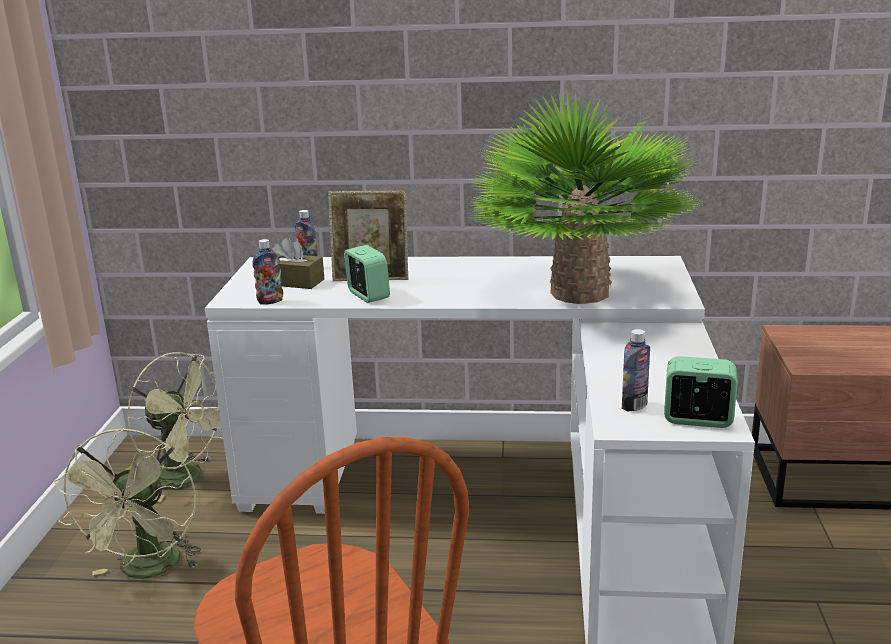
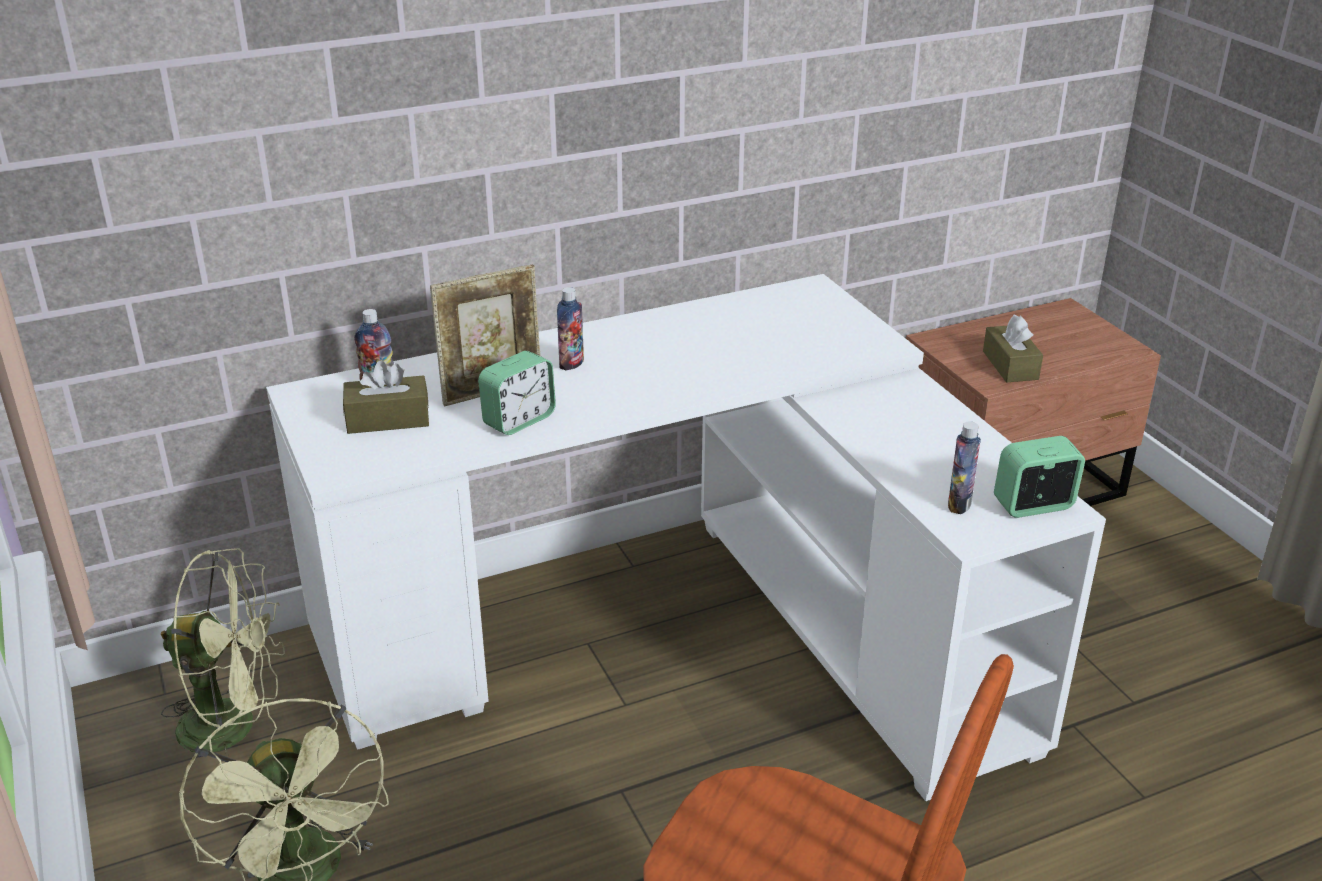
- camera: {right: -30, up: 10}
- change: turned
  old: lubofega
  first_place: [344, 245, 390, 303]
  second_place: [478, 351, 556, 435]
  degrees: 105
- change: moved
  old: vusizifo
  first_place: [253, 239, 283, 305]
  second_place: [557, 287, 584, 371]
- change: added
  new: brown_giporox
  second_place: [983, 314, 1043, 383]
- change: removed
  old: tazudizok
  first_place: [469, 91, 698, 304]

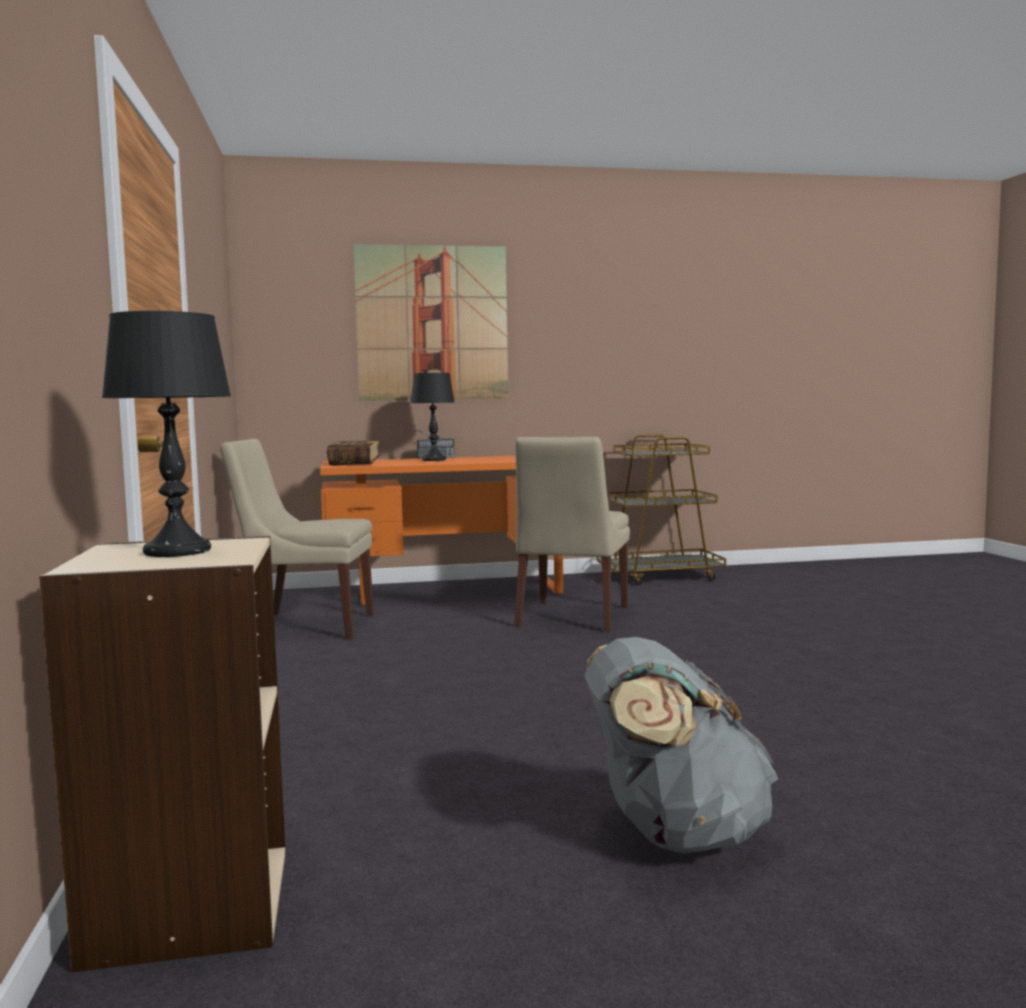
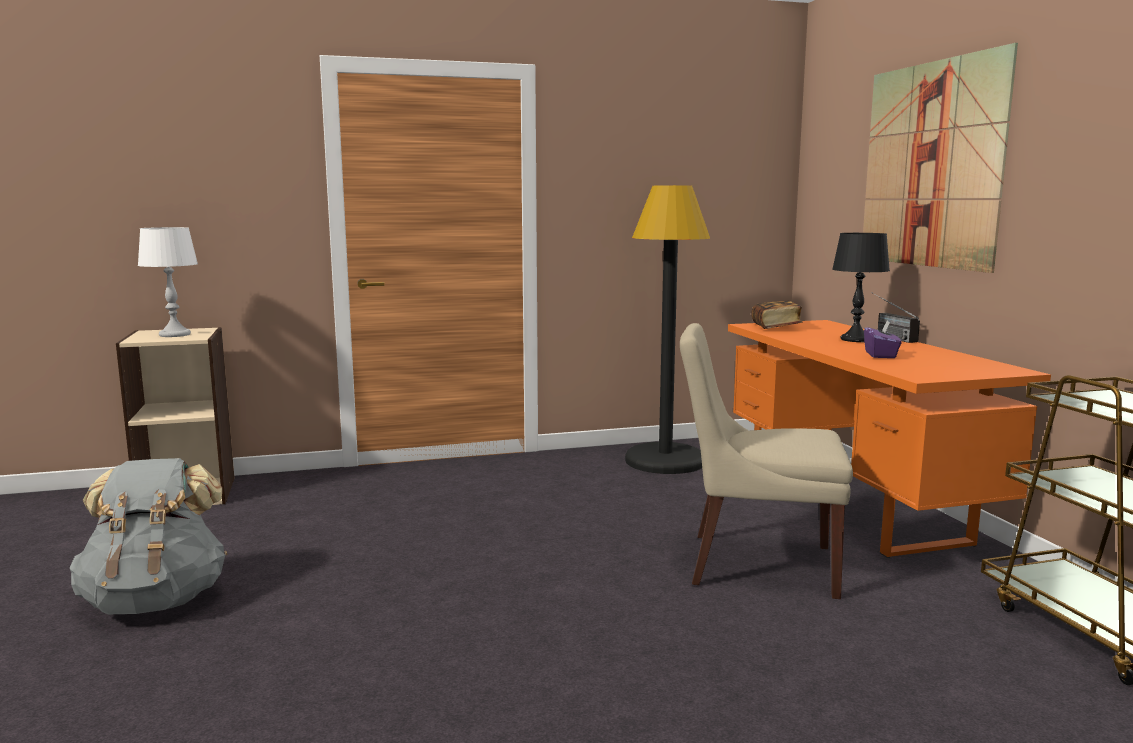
- camera: {right: 85, up: 5}
- change: recoloured
  old: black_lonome
  new: white_lonome
  first_place: [102, 311, 231, 557]
  second_place: [138, 227, 198, 337]
- change: replaced
  old: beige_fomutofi
  new: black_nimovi
  first_place: [220, 439, 374, 639]
  second_place: [625, 185, 710, 474]
- change: added
  new: purple_giporox
  second_place: [864, 321, 902, 358]

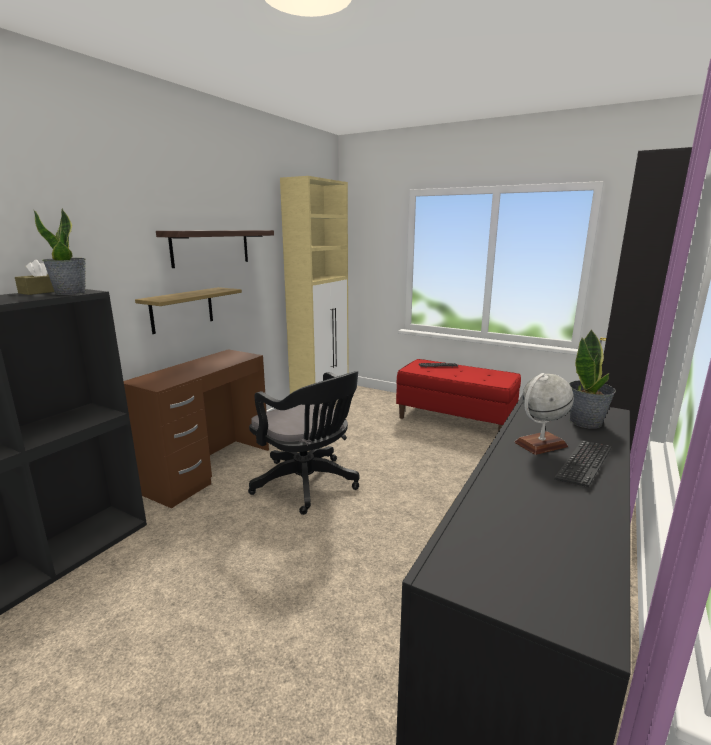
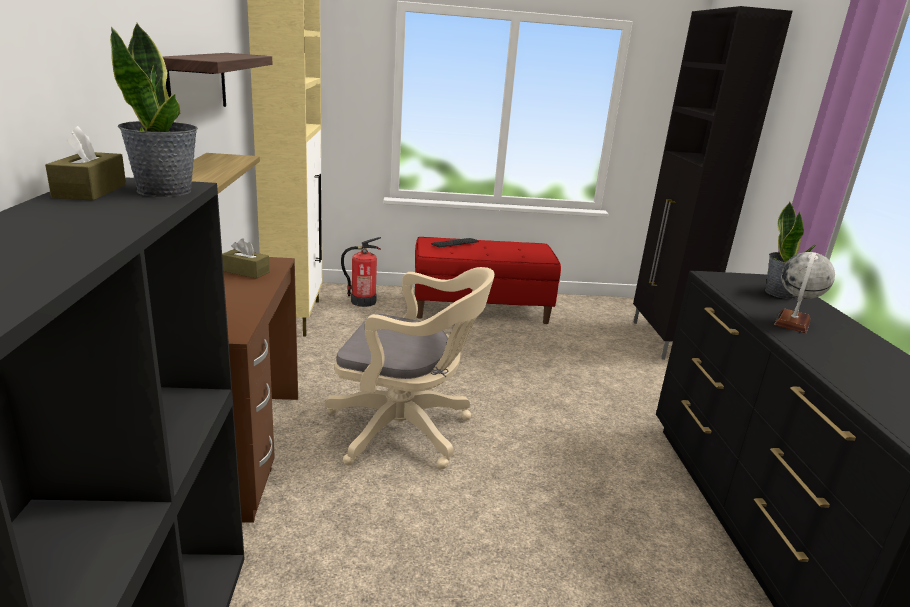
- camera: {right: -35, up: 5}
- change: added
  new: brown_giporox
  second_place: [222, 238, 270, 279]
- change: recoloured
  old: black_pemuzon
  new: beige_pemuzon
  first_place: [248, 371, 359, 515]
  second_place: [325, 267, 495, 469]
- change: added
  new: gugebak
  second_place: [341, 237, 381, 307]
- change: removed
  old: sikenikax
  first_place: [554, 441, 612, 487]

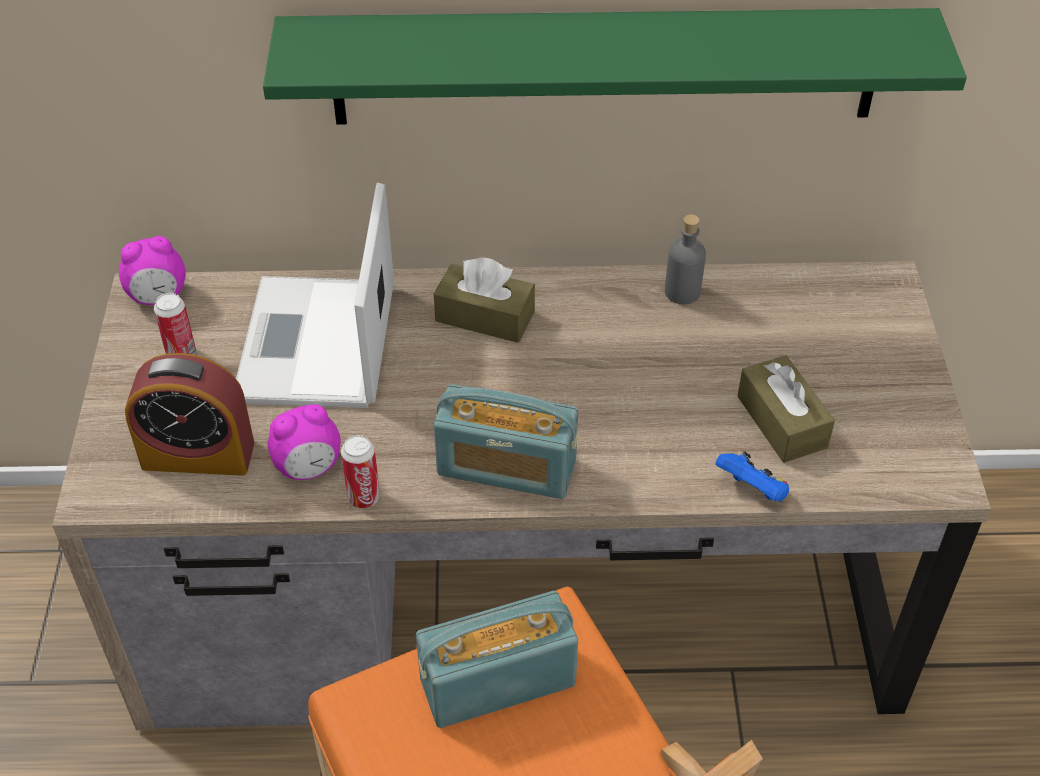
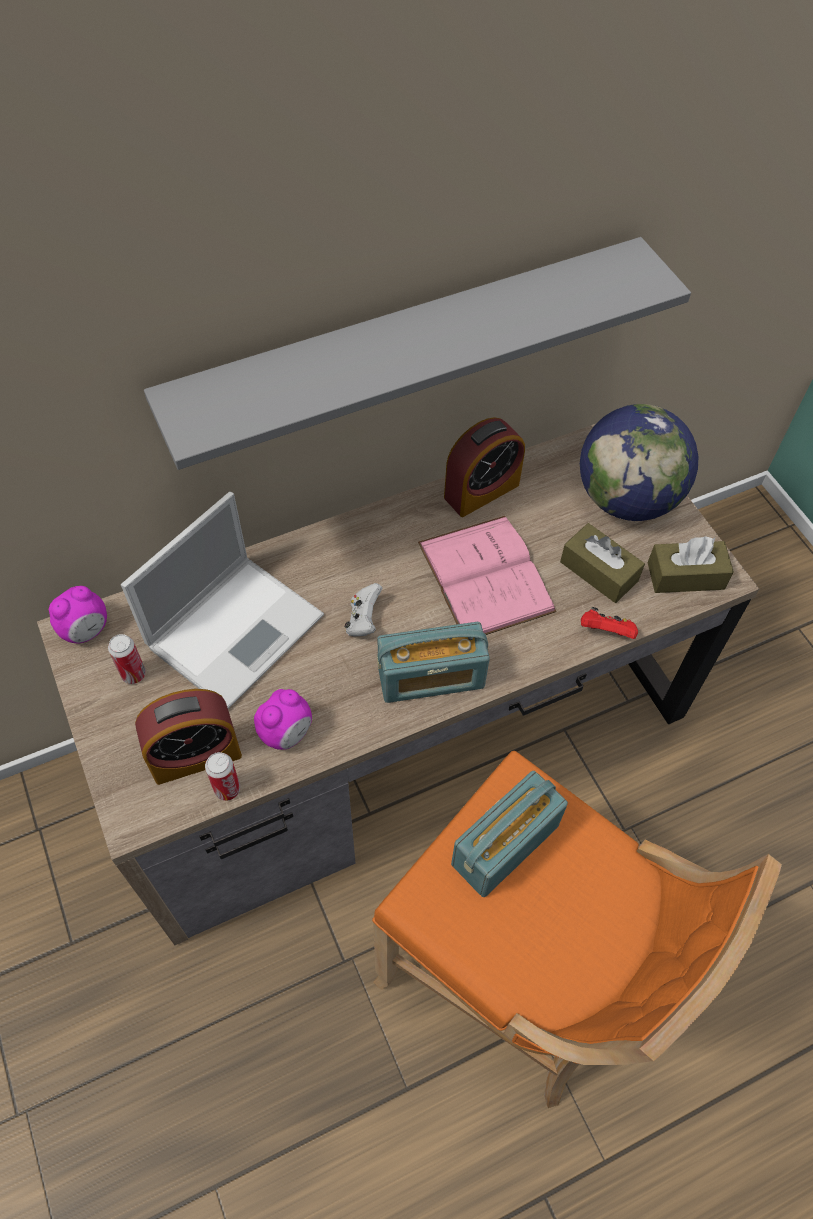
- camera: {right: -25, up: 10}
- change: turned
  old: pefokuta
  first_place: [236, 183, 394, 408]
  second_place: [121, 492, 324, 709]
  degrees: -120
- change: recoloured
  old: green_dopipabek
  new: grey_dopipabek
  first_place: [263, 8, 967, 125]
  second_place: [144, 237, 691, 470]
- change: moved
  old: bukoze
  first_place: [341, 435, 380, 508]
  second_place: [205, 752, 240, 801]
- change: added
  new: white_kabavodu
  second_place: [345, 583, 383, 636]
- change: added
  new: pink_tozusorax
  second_place: [418, 516, 557, 635]
- change: replaced
  old: grey_vusizifo
  new: lubofega
  first_place: [665, 214, 706, 305]
  second_place: [444, 417, 525, 517]
- change: added
  new: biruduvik
  second_place: [580, 404, 698, 521]
- change: recoloured
  old: blue_kabavodu
  new: red_kabavodu
  first_place: [715, 451, 789, 502]
  second_place: [581, 607, 638, 639]
- change: moved
  old: brown_giporox
  first_place: [434, 257, 535, 343]
  second_place: [648, 536, 734, 593]

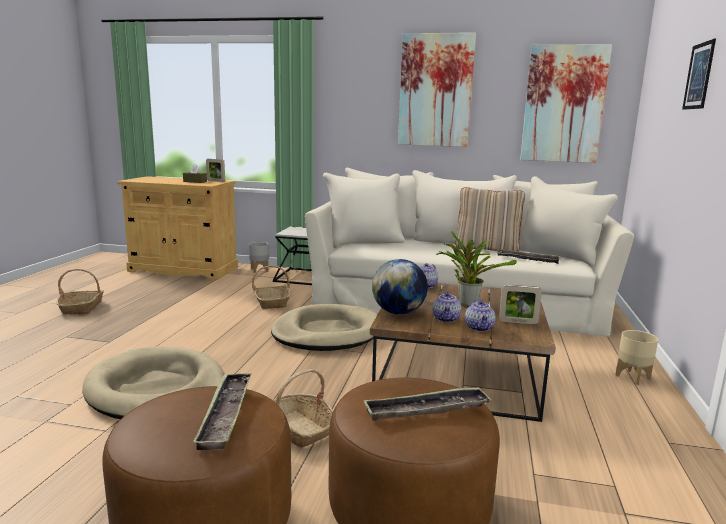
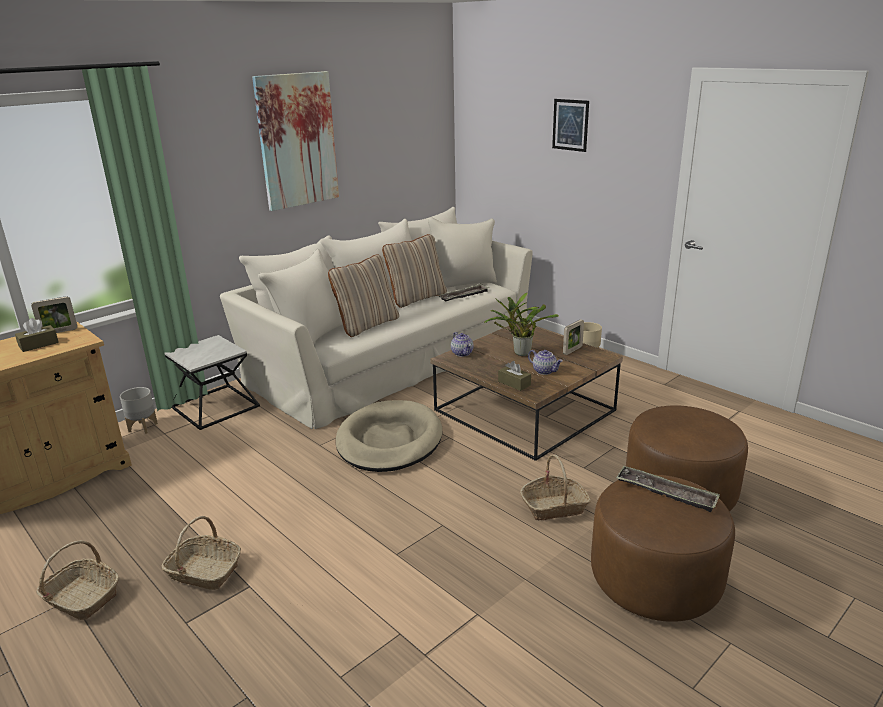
- camera: {right: -55, up: 10}
- change: moved
  old: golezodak
  first_place: [252, 266, 291, 309]
  second_place: [161, 516, 241, 590]
- change: added
  new: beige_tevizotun
  second_place: [328, 254, 399, 337]
- change: replaced
  old: biruduvik
  new: brown_giporox
  first_place: [372, 259, 428, 315]
  second_place: [498, 361, 531, 391]
- change: removed
  old: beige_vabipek
  first_place: [82, 347, 224, 419]
- change: removed
  old: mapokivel
  first_place: [364, 387, 492, 421]
- change: removed
  old: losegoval
  first_place: [465, 299, 495, 332]
- change: removed
  old: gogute
  first_place: [520, 45, 612, 163]

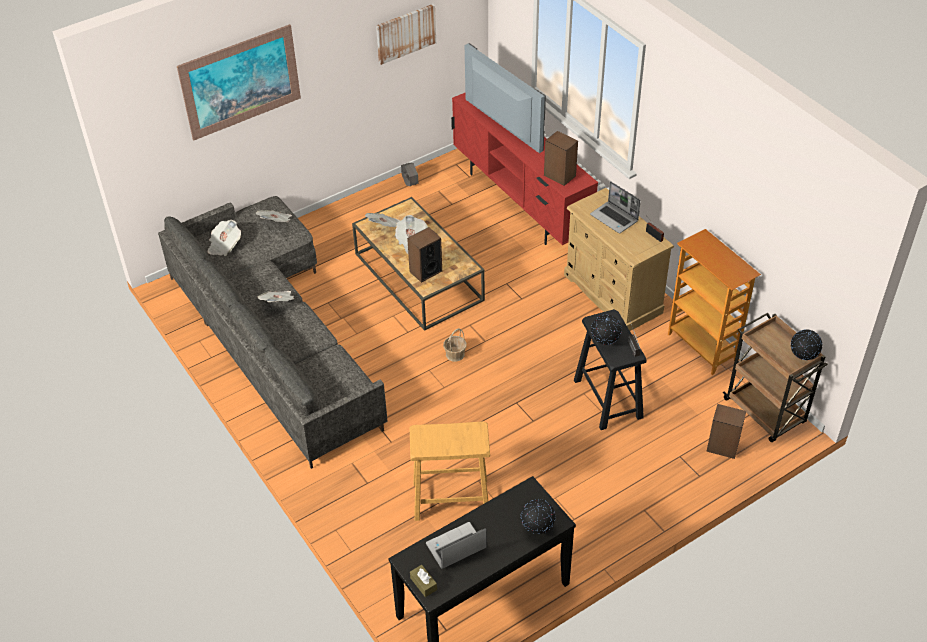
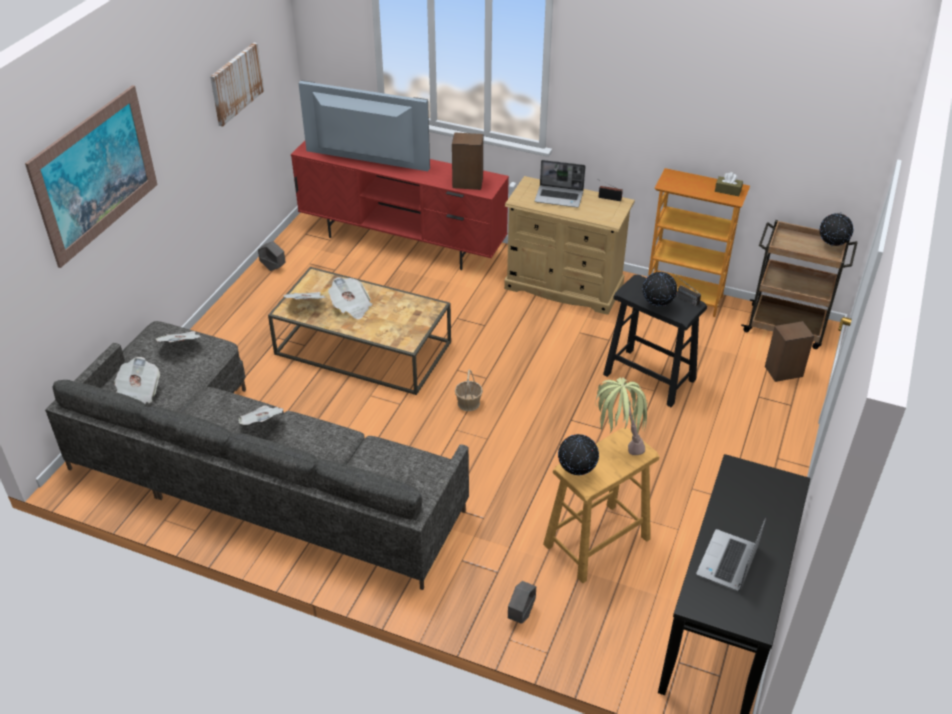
- camera: {right: -35, up: -5}
- change: added
  new: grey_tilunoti
  second_place: [508, 581, 536, 624]
- change: moved
  old: biruduvik
  first_place: [521, 499, 555, 534]
  second_place: [558, 434, 599, 475]
- change: added
  new: tazudizok
  second_place: [596, 377, 648, 455]
- change: moved
  old: brown_giporox
  first_place: [410, 565, 437, 597]
  second_place: [715, 172, 743, 196]
- change: removed
  old: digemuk
  first_place: [407, 227, 442, 283]

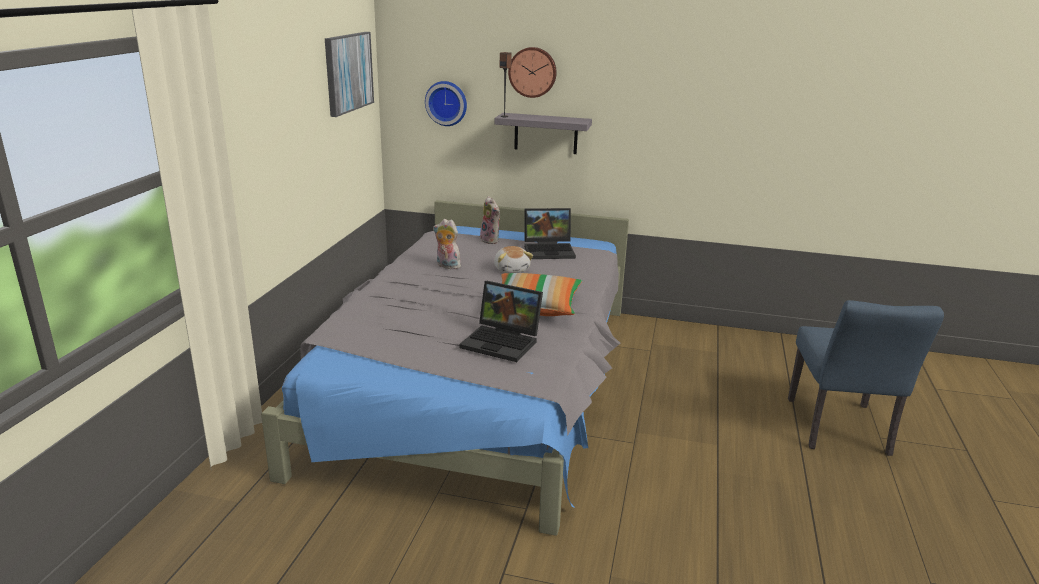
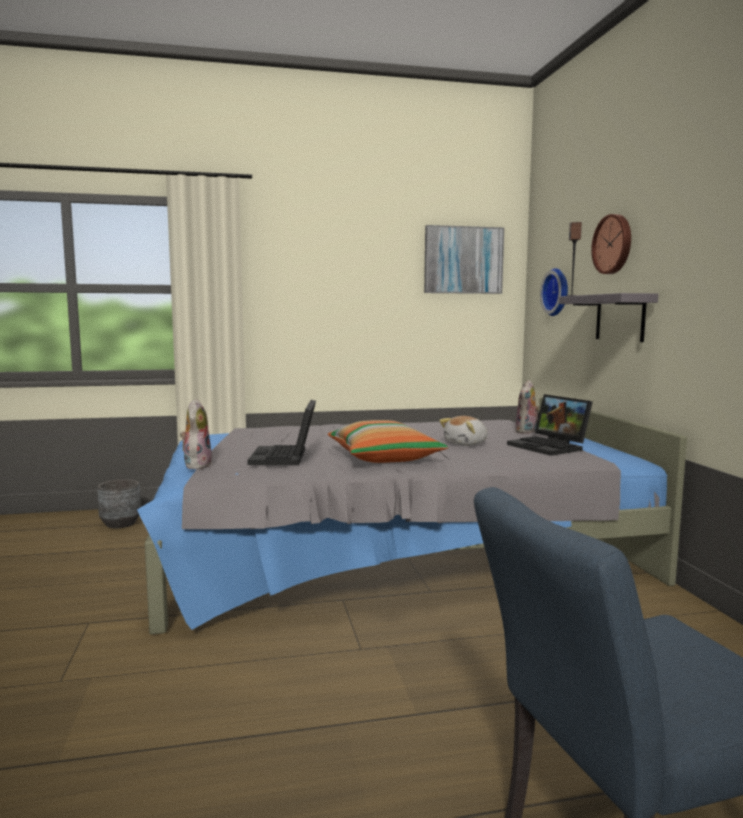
- camera: {right: 65, up: -15}
- change: added
  new: grey_tilunoti
  second_place: [97, 479, 141, 528]
- change: moved
  old: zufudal
  first_place: [433, 219, 461, 269]
  second_place: [180, 399, 212, 469]

